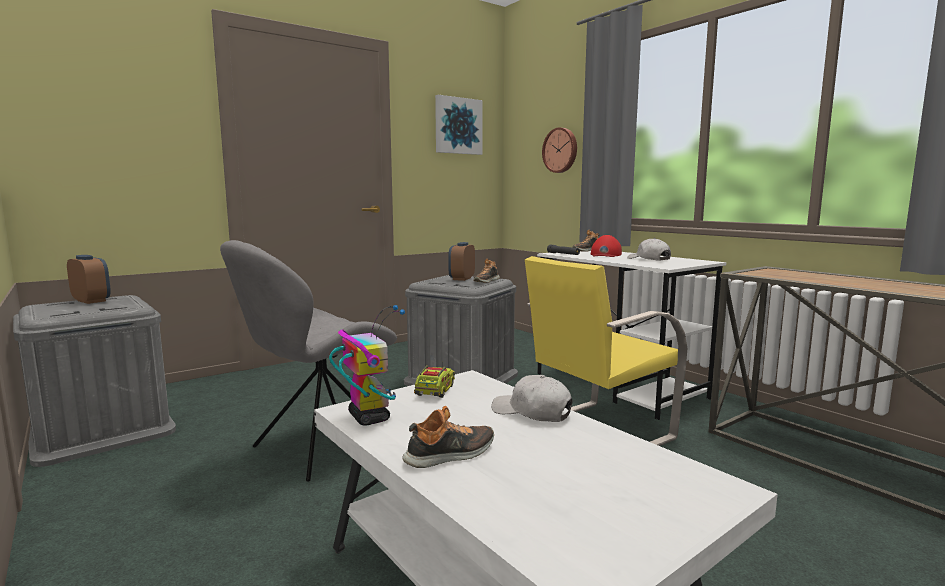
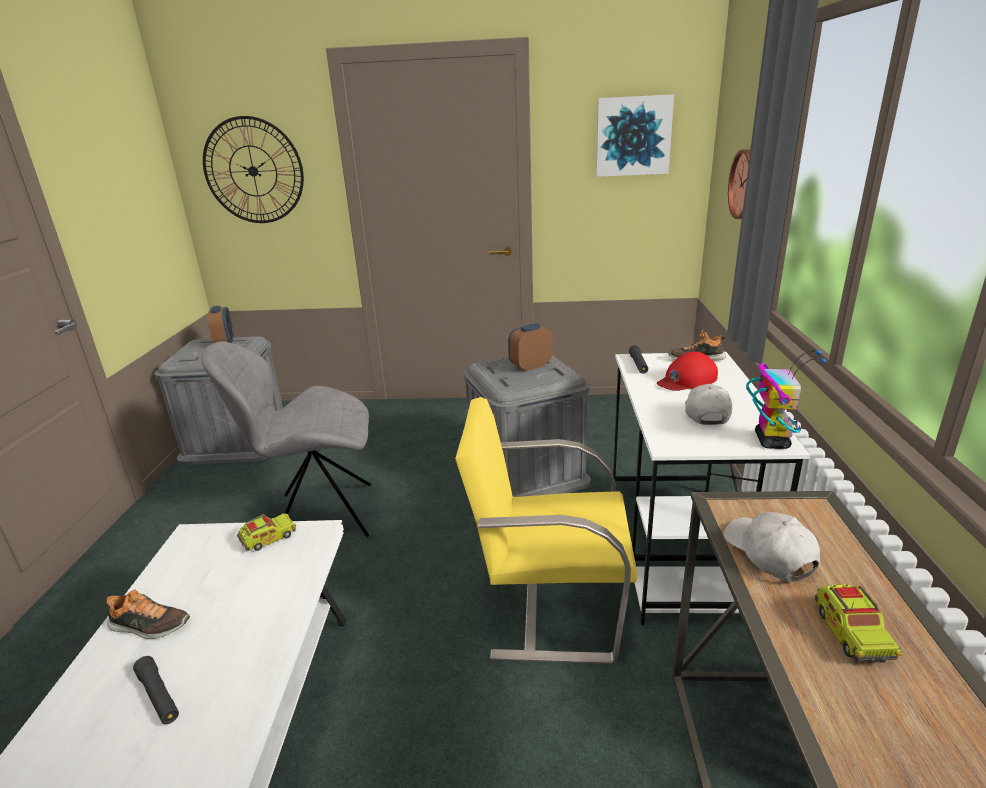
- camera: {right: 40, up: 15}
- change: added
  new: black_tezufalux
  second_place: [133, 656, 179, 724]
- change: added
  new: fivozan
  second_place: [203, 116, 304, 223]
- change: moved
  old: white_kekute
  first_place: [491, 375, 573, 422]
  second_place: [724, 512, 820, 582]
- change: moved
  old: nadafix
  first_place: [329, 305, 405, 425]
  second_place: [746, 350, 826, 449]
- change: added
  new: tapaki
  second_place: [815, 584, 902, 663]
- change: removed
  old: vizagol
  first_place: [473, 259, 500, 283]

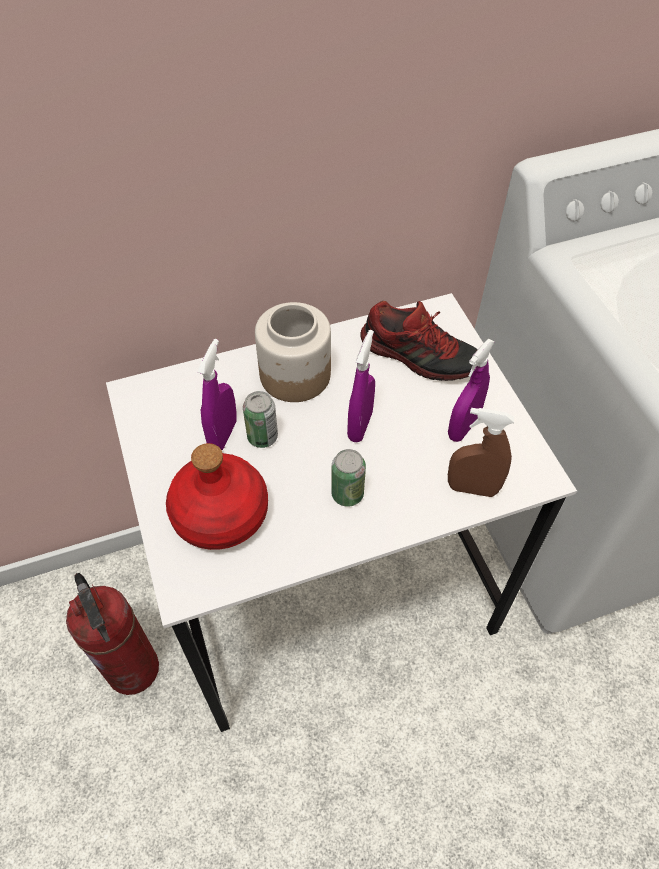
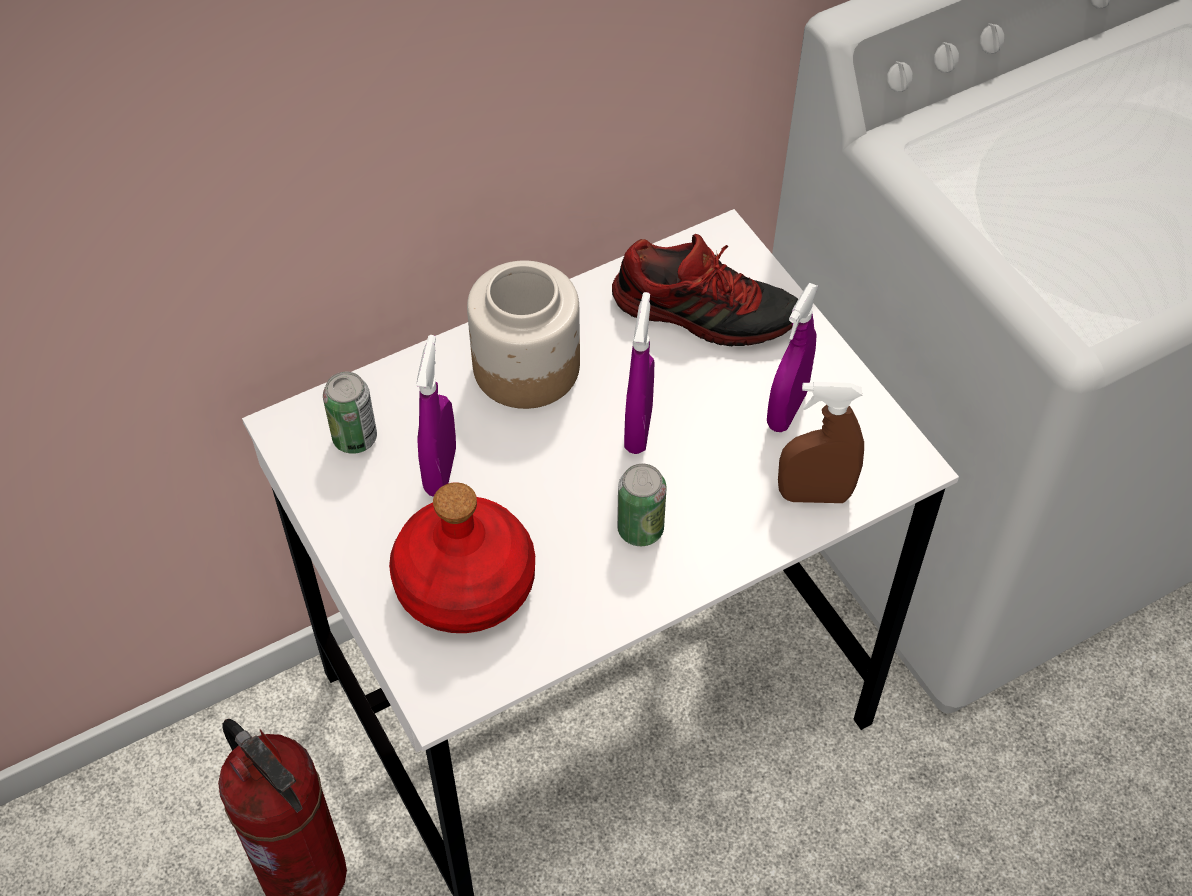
- camera: {right: -10, up: 0}
- change: moved
  old: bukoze
  first_place: [243, 391, 278, 448]
  second_place: [323, 372, 377, 454]

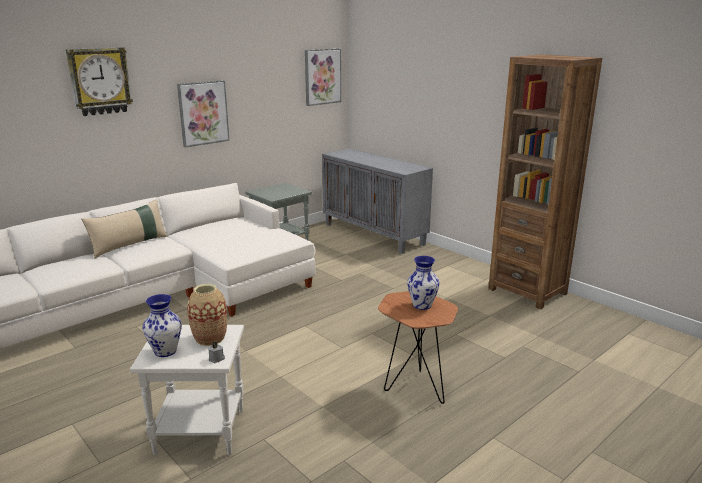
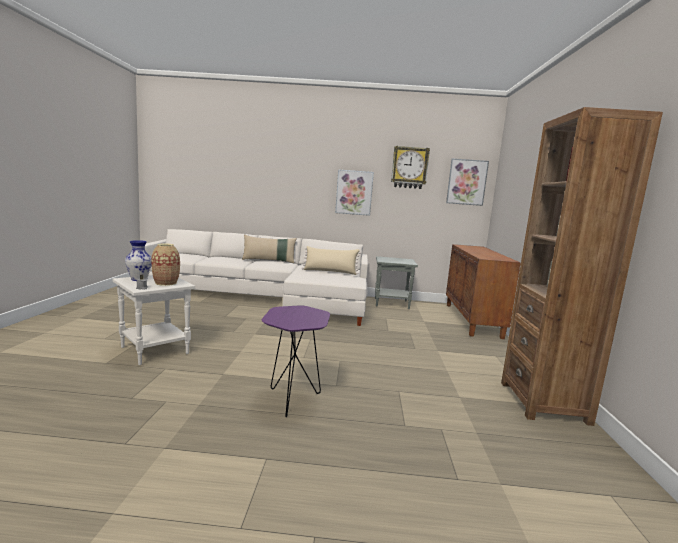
- camera: {right: 45, up: -10}
- change: recoloured
  old: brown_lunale
  new: purple_lunale
  first_place: [378, 291, 458, 404]
  second_place: [262, 305, 330, 417]
- change: added
  new: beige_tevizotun
  second_place: [302, 246, 361, 275]
- change: moved
  old: fivozan
  first_place: [66, 47, 133, 116]
  second_place: [391, 146, 430, 189]
- change: recoloured
  old: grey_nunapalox
  new: brown_nunapalox
  first_place: [322, 149, 433, 254]
  second_place: [446, 244, 521, 339]
- change: removed
  old: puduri
  first_place: [407, 256, 440, 310]

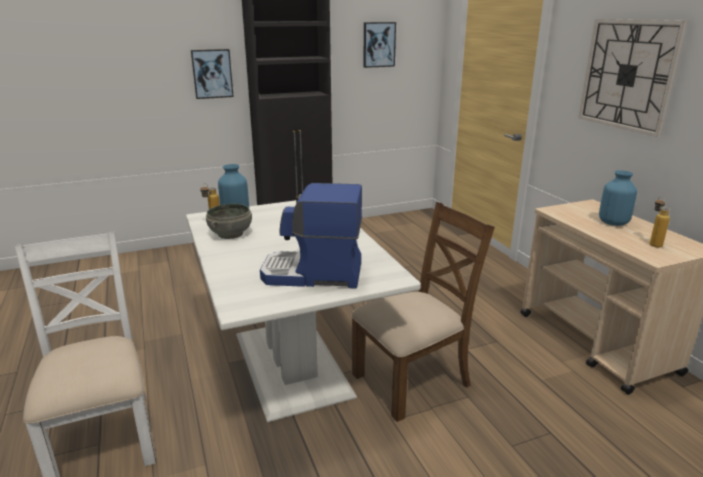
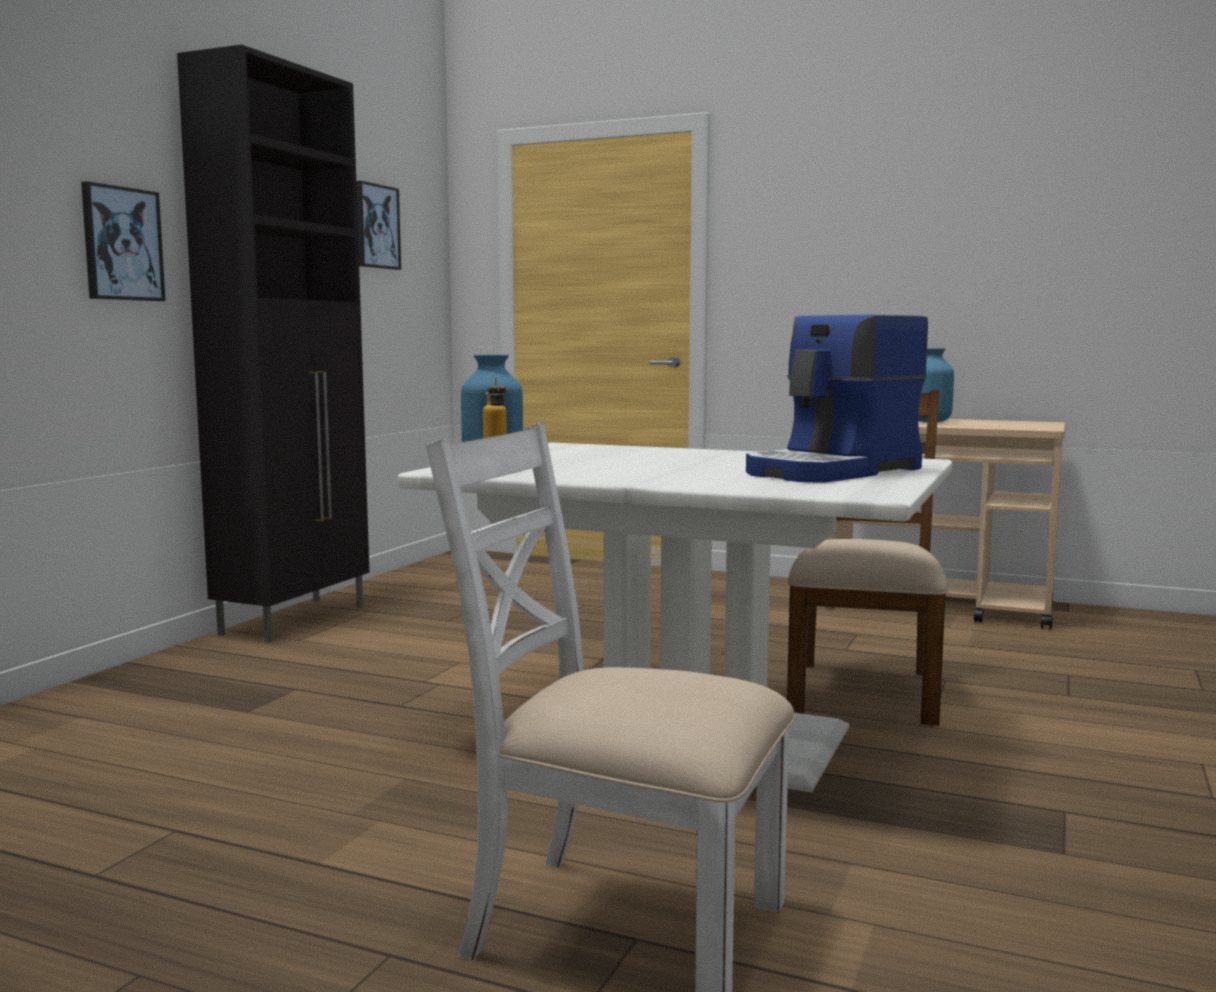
- camera: {right: -45, up: -15}
- change: removed
  old: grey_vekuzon
  first_place: [206, 204, 252, 239]
- change: removed
  old: fivozan
  first_place: [578, 19, 688, 137]
- change: removed
  old: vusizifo
  first_place: [650, 196, 670, 248]

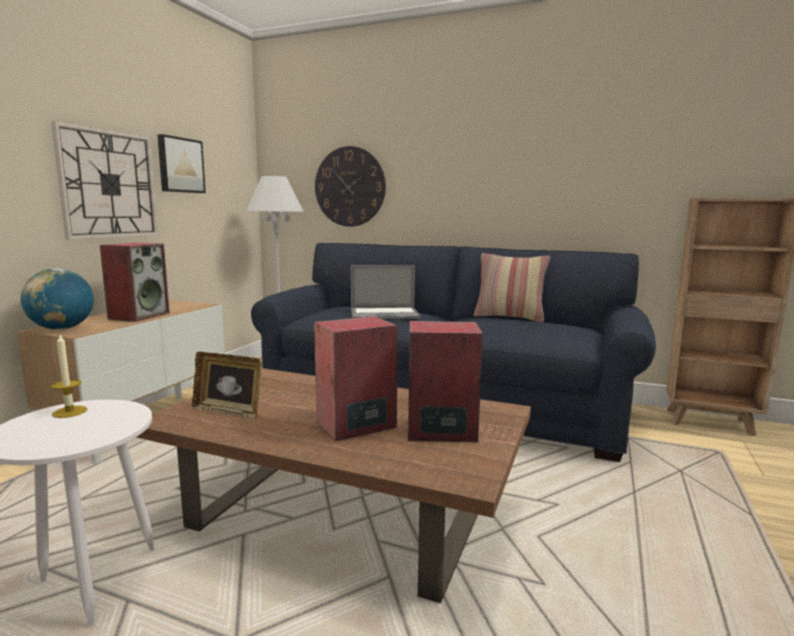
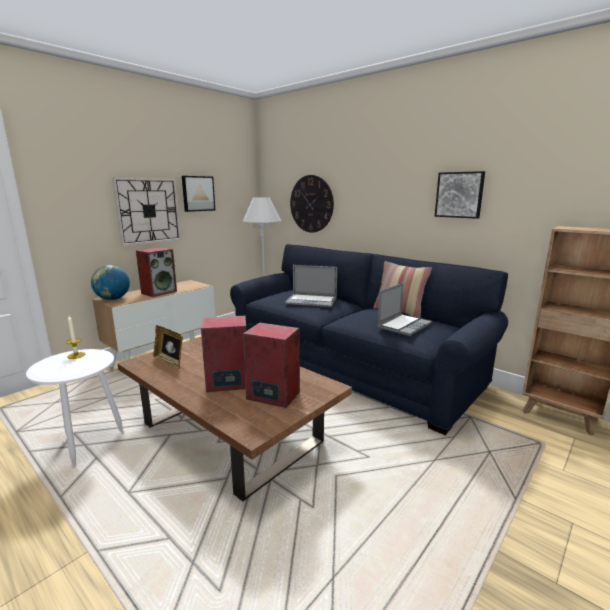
- camera: {right: 20, up: 5}
- change: added
  new: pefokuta
  second_place: [377, 283, 432, 336]
- change: added
  new: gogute
  second_place: [435, 171, 485, 219]

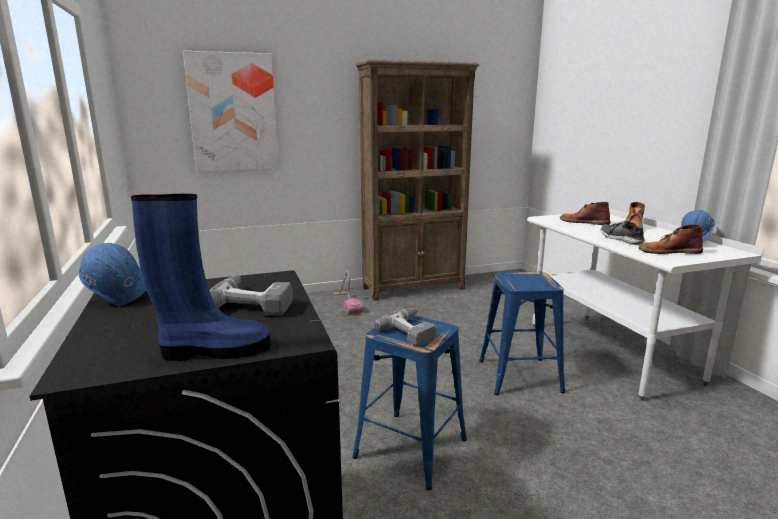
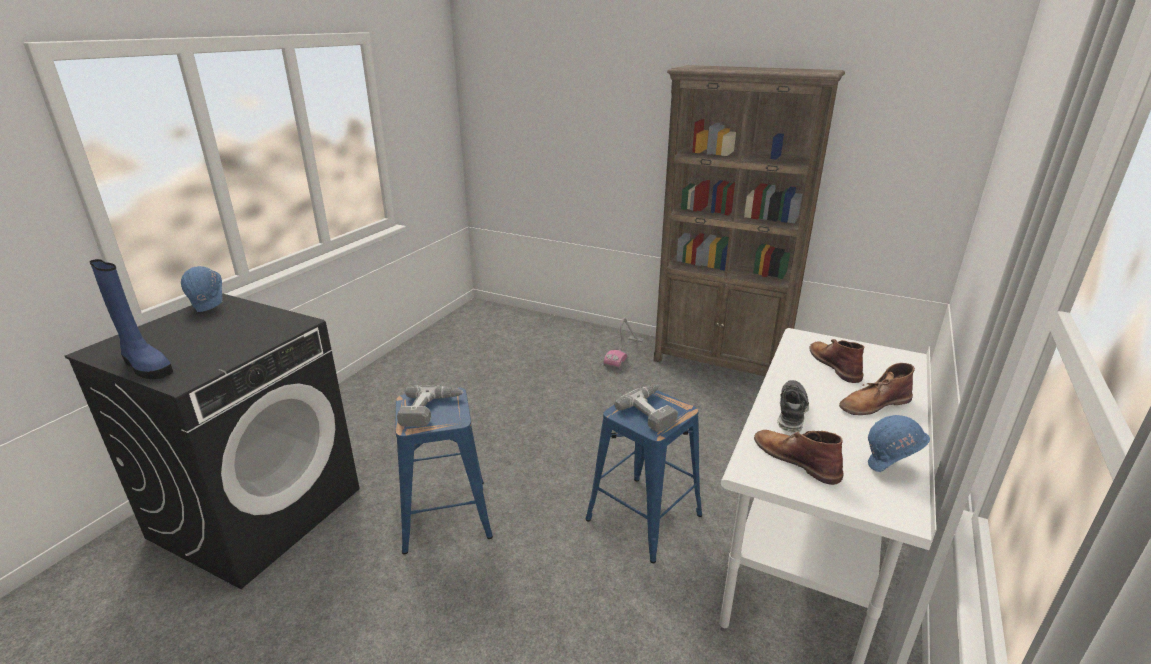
- camera: {right: 45, up: 10}
- change: moved
  old: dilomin
  first_place: [209, 276, 293, 316]
  second_place: [614, 384, 678, 432]
- change: removed
  old: gogute
  first_place: [183, 51, 279, 172]

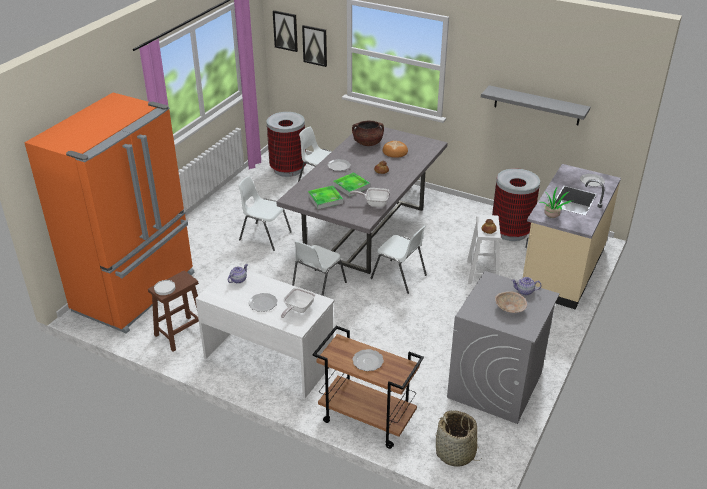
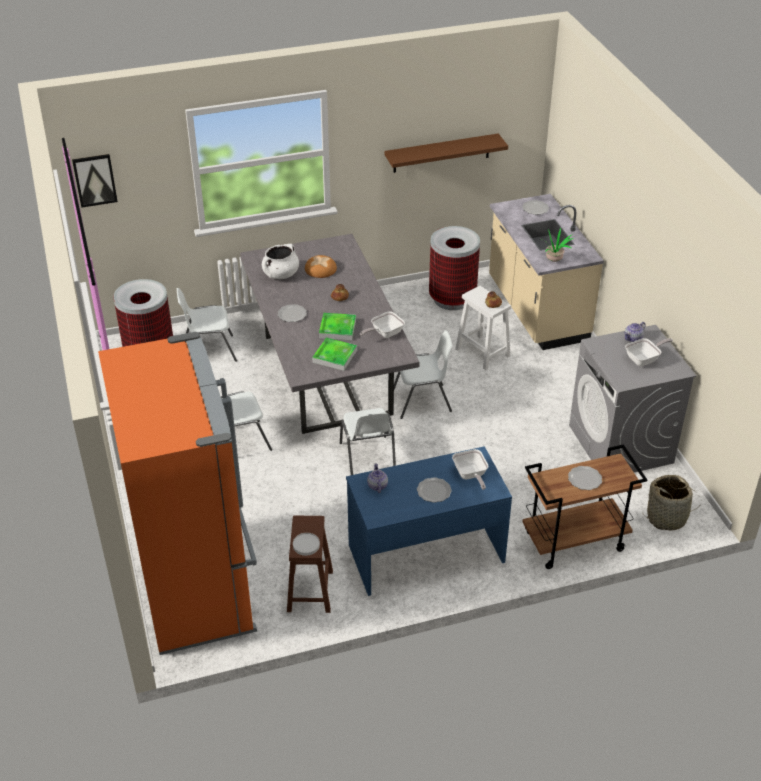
- camera: {right: -45, up: 5}
- change: recoloured
  old: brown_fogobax
  new: white_fogobax
  first_place: [352, 121, 384, 146]
  second_place: [262, 244, 299, 279]
- change: recoloured
  old: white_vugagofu
  new: blue_vugagofu
  first_place: [195, 265, 334, 398]
  second_place: [346, 446, 512, 596]
- change: recoloured
  old: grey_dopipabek
  new: brown_dopipabek
  first_place: [481, 85, 590, 125]
  second_place: [385, 133, 508, 173]
- change: replaced
  old: beige_vekuzon
  new: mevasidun
  first_place: [495, 291, 527, 313]
  second_place: [625, 338, 673, 366]
- change: removed
  old: gogute
  first_place: [302, 25, 327, 67]

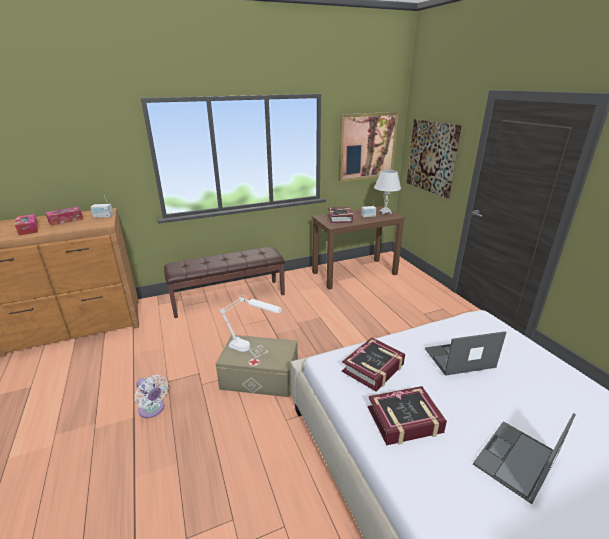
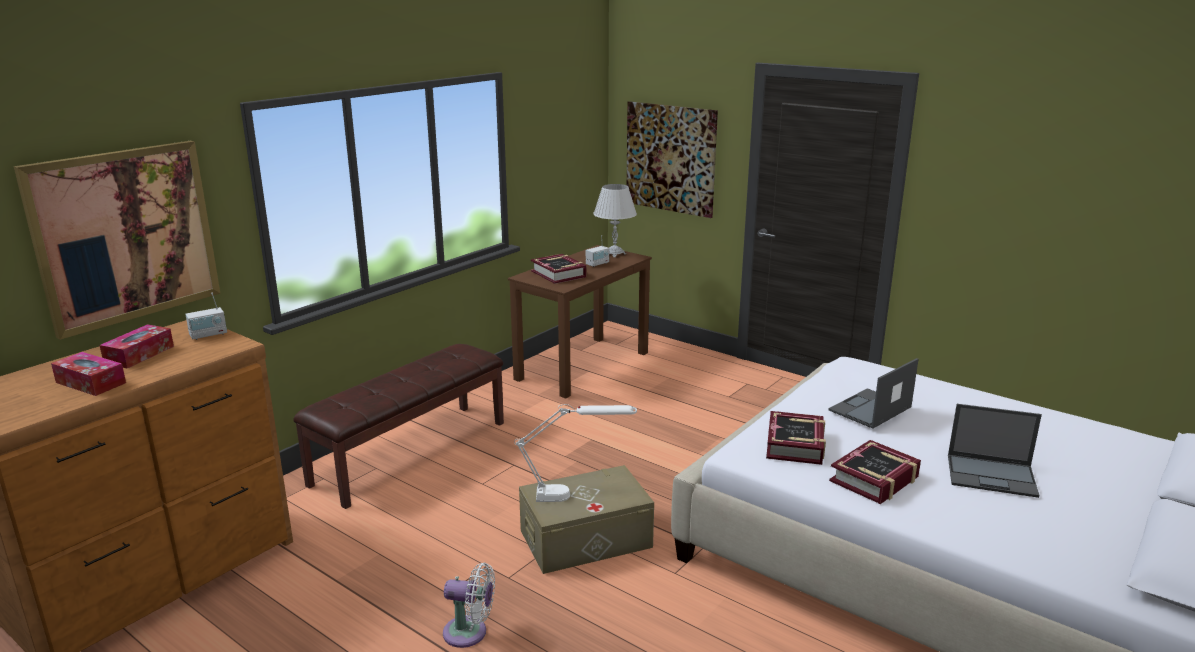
- camera: {right: -30, up: -5}
- change: moved
  old: gogute
  first_place: [338, 112, 399, 182]
  second_place: [14, 141, 221, 340]
- change: turned
  old: pefokuta
  first_place: [473, 413, 576, 504]
  second_place: [948, 404, 1042, 498]
  degrees: -90

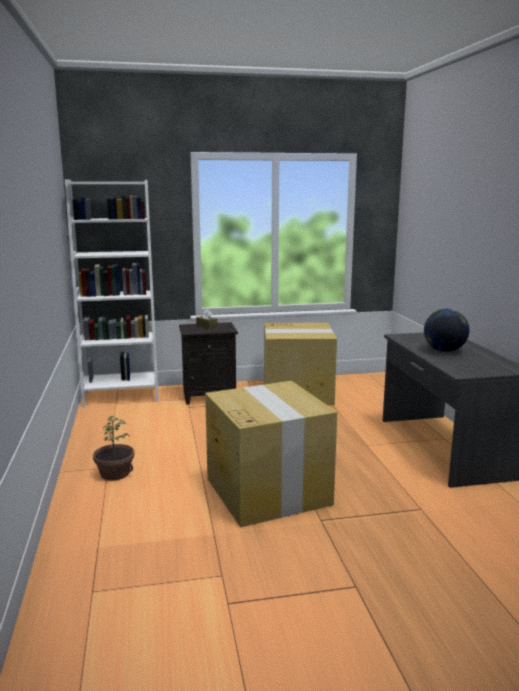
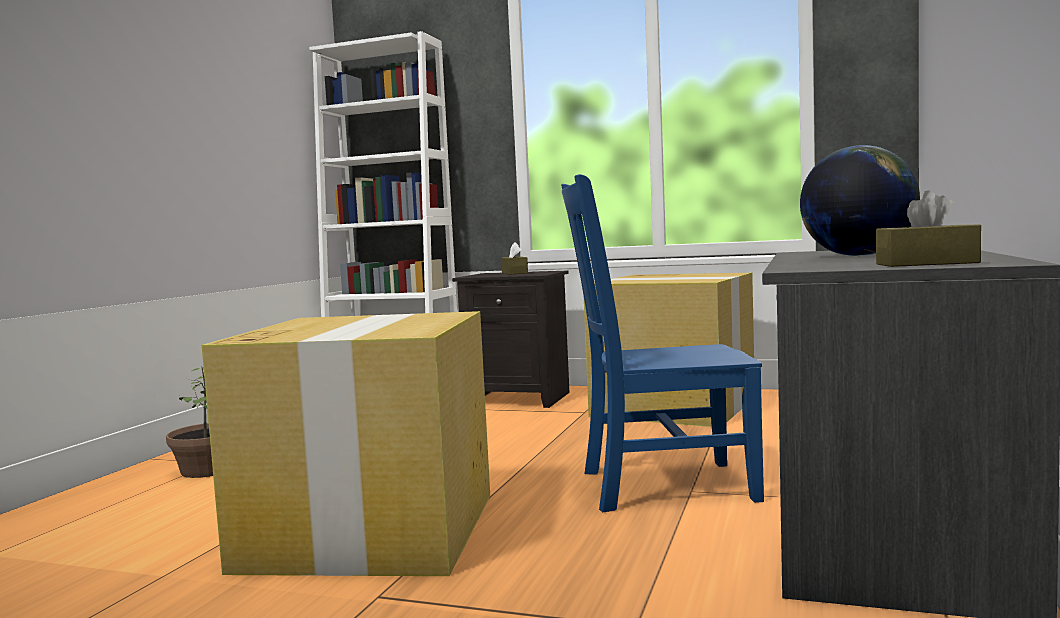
- camera: {right: 30, up: -10}
- change: added
  new: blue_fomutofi
  second_place: [561, 174, 764, 512]
- change: added
  new: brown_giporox
  second_place: [876, 190, 981, 267]

